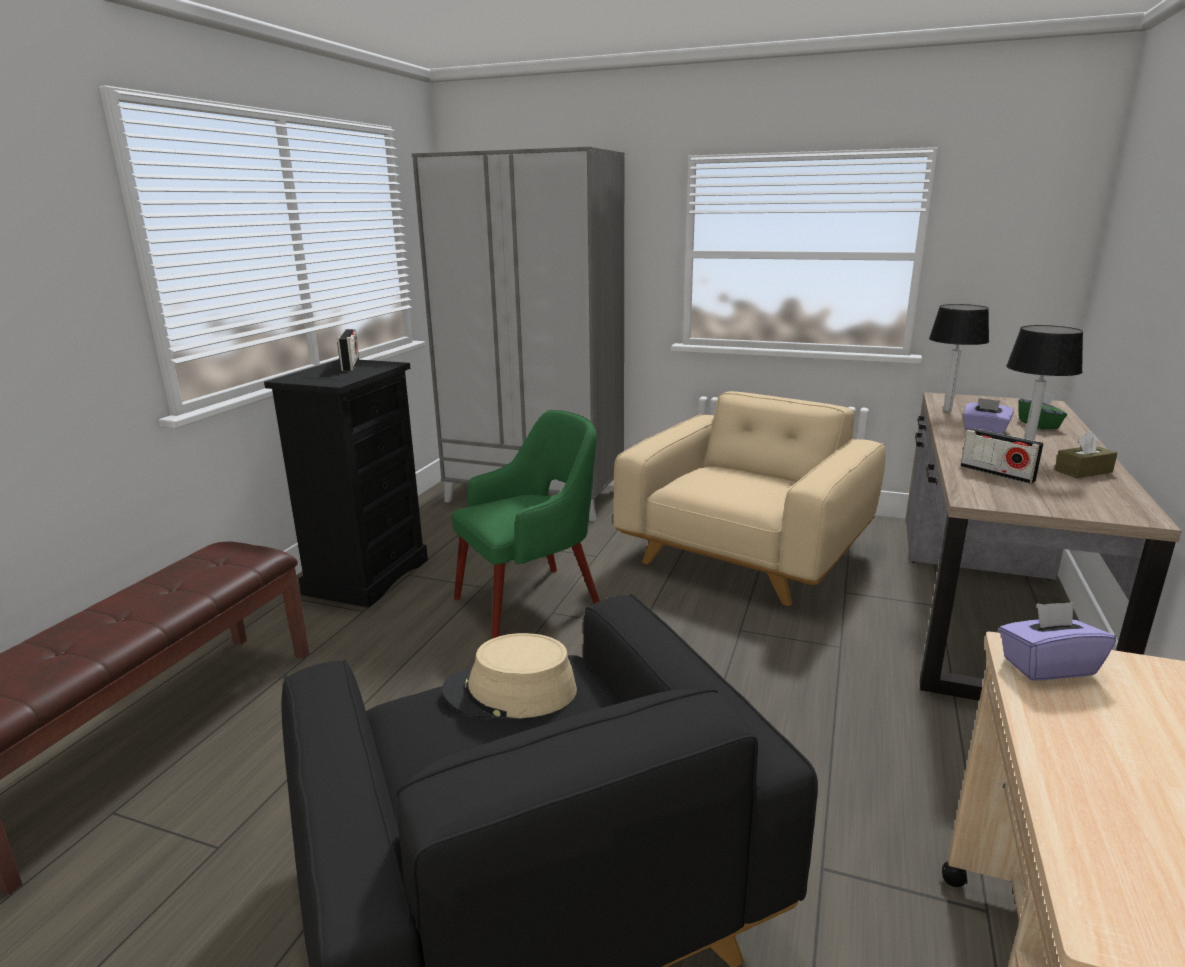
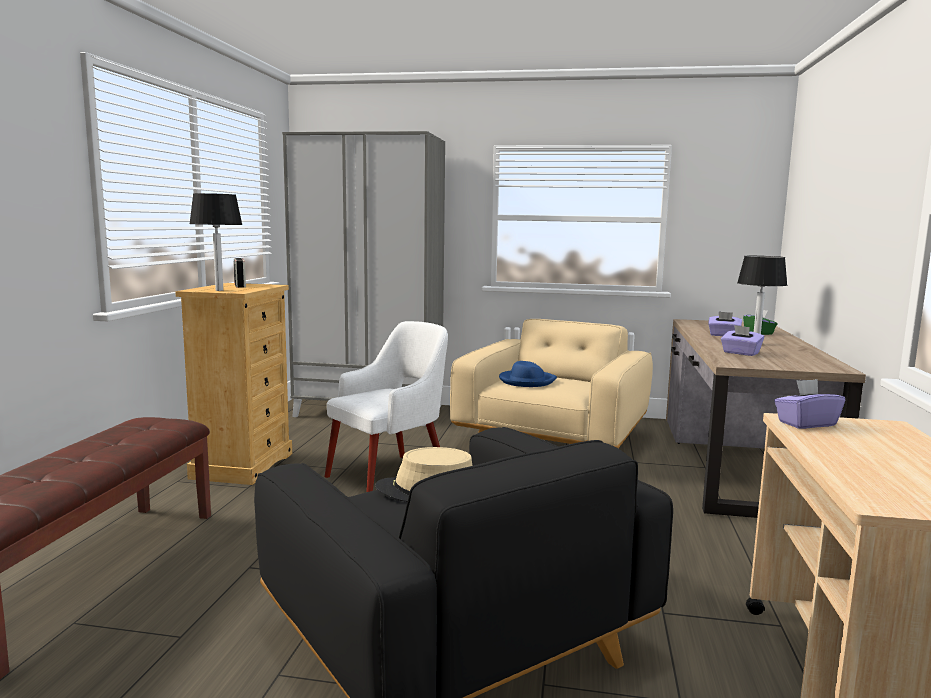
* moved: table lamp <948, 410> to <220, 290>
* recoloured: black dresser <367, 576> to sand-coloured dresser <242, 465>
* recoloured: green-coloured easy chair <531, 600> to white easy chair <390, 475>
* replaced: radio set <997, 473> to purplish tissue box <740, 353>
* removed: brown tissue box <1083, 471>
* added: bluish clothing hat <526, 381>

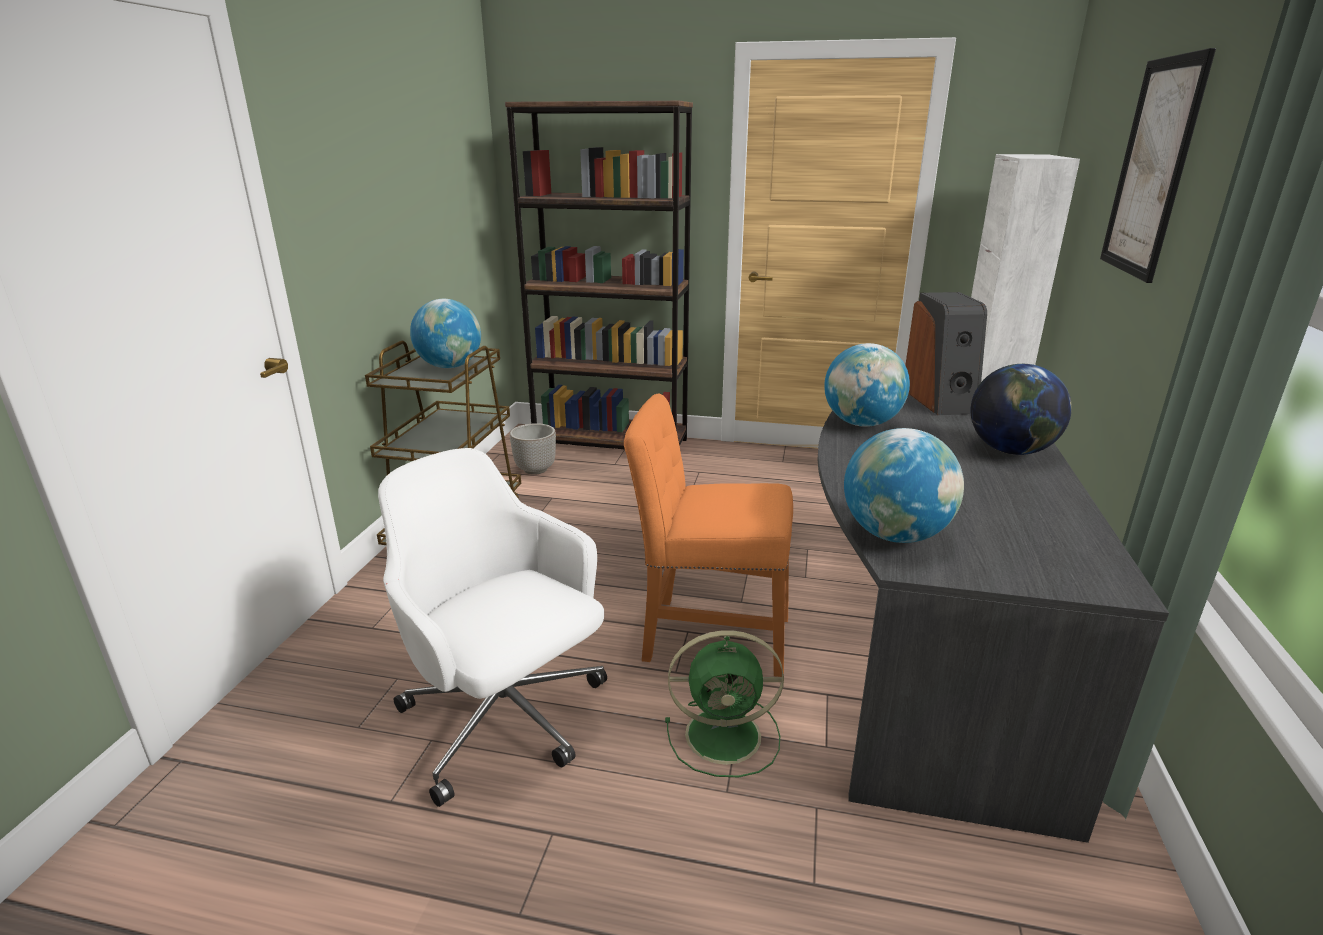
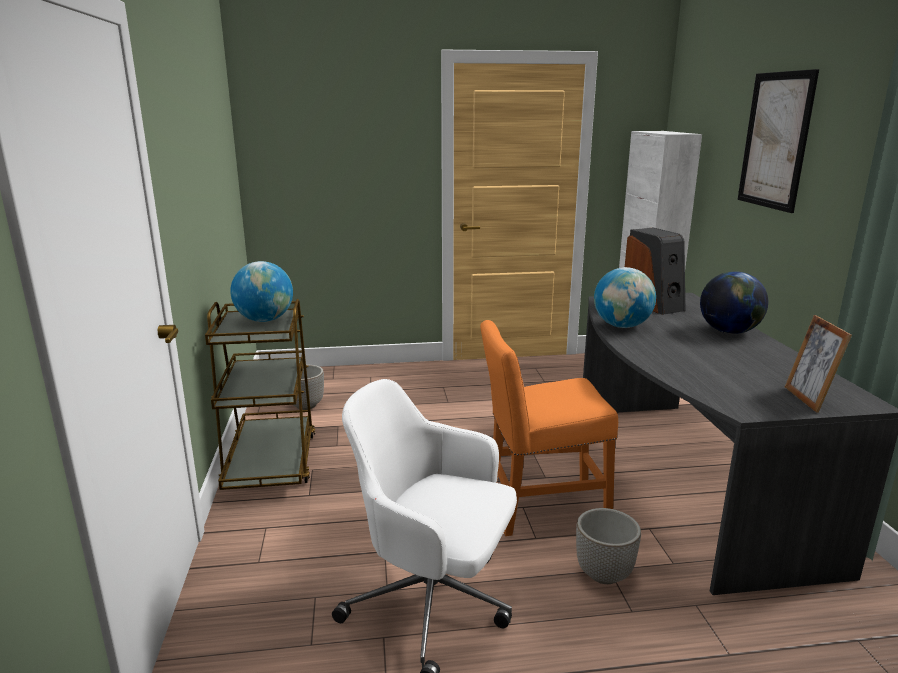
* removed: brown bookshelf <611, 444>
* removed: desk globe <895, 535>
* replaced: green-coloured fan <726, 735> to flower pot <604, 573>
* added: photo frame <808, 399>

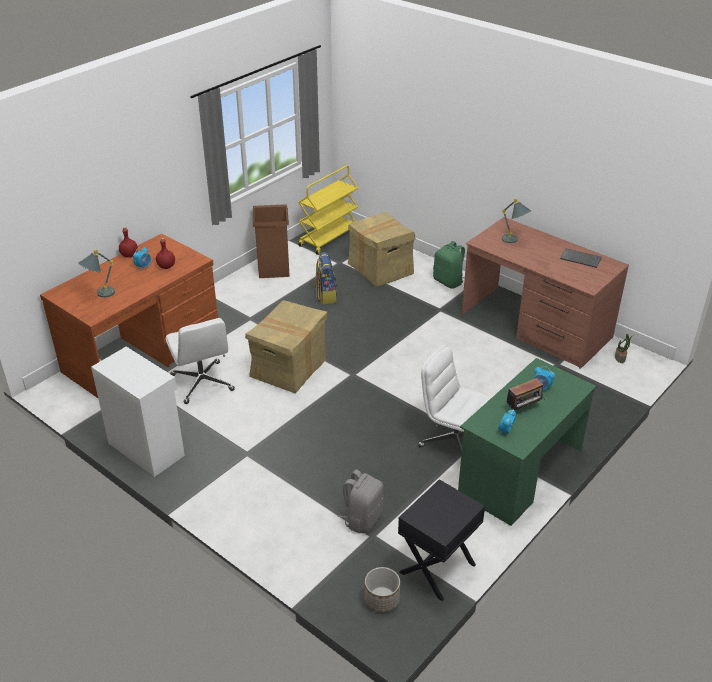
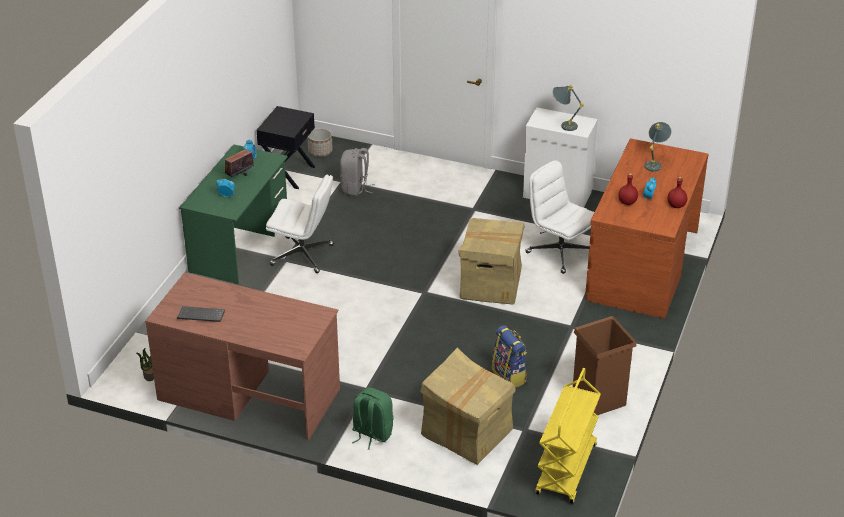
* moved: gray table lamp <514, 241> to <563, 125>

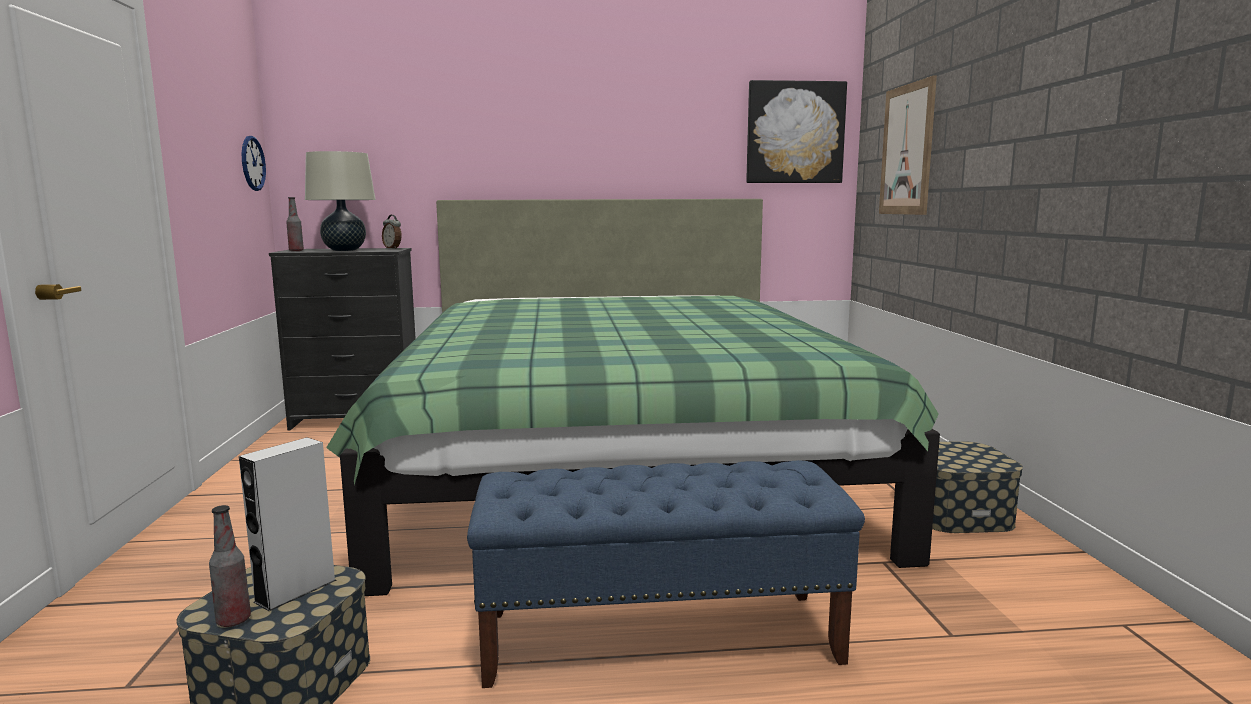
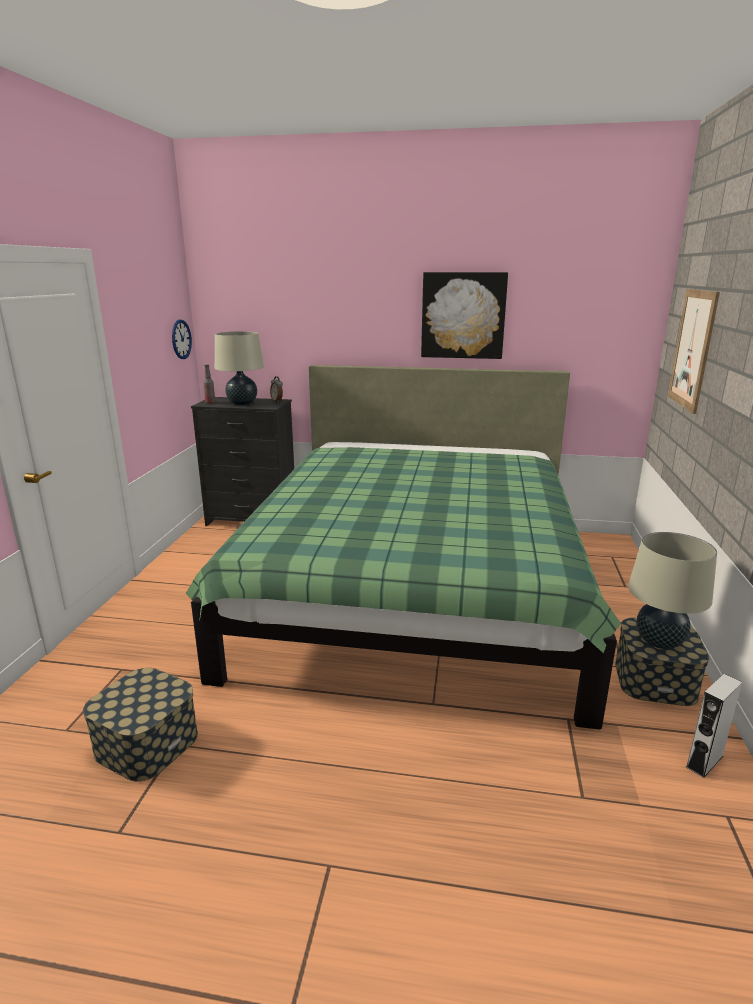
* moved: picture <795, 133> to <463, 315>
* moved: gray loudspeaker <295, 591> to <704, 761>
* removed: bluish long seat <660, 636>
* removed: bottle <233, 620>
* added: sand-coloured table lamp <659, 642>

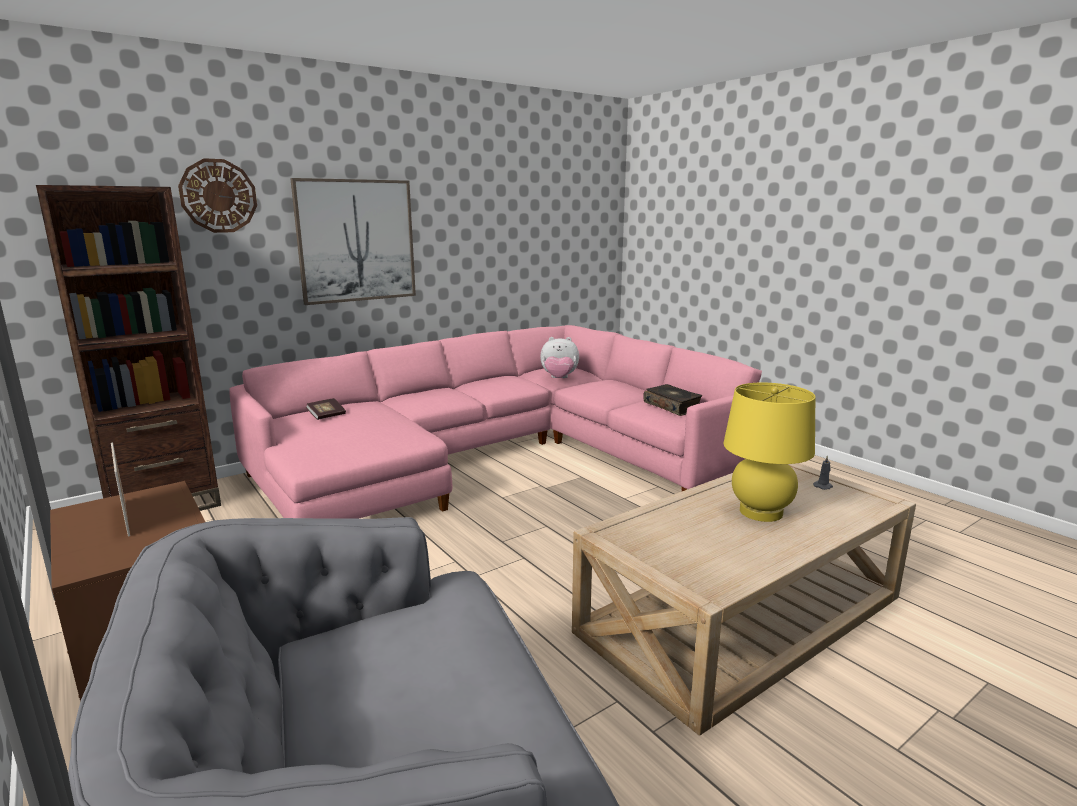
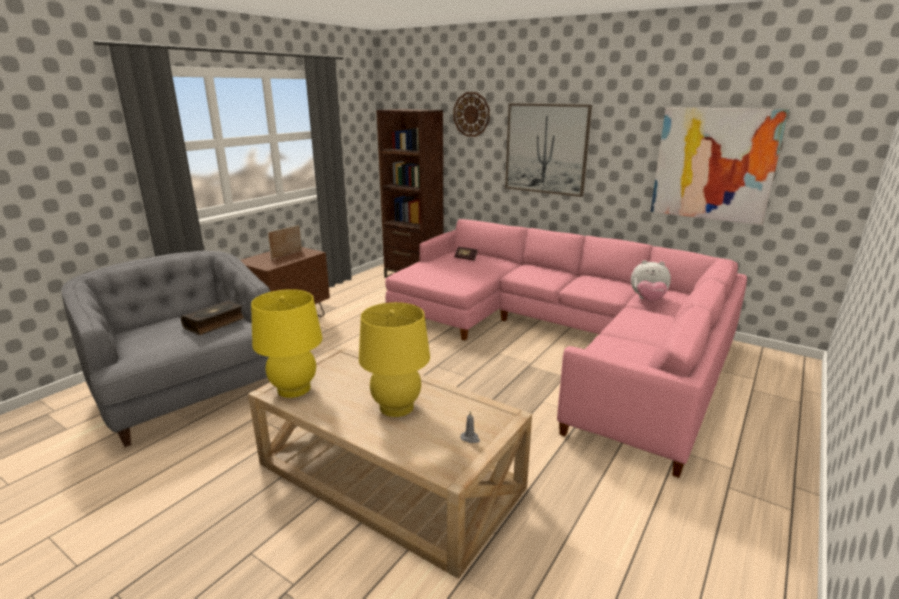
* turned: cuddly toy <559, 378> = <648, 300> 60 degrees counterclockwise
* moved: volume <672, 406> to <215, 323>
* added: picture <714, 164>
* added: yellowish table lamp <294, 389>

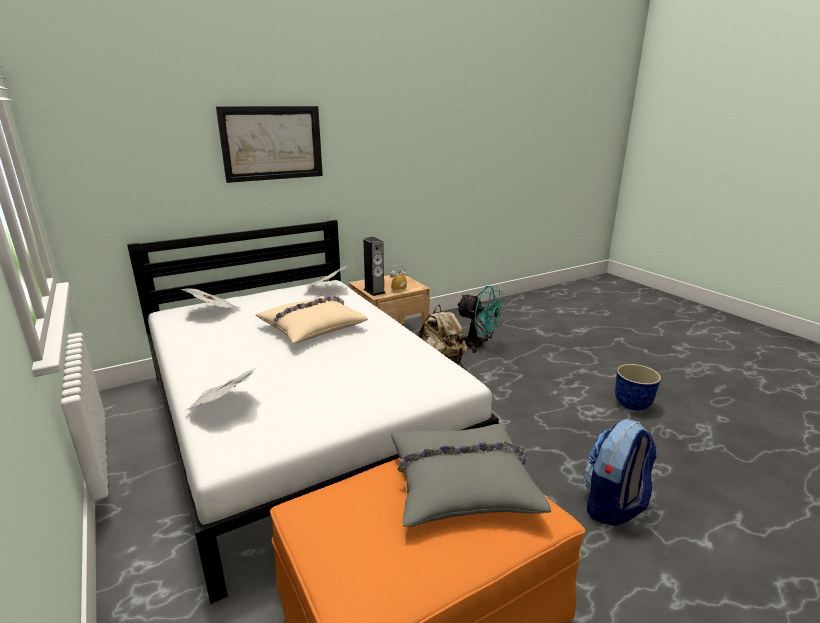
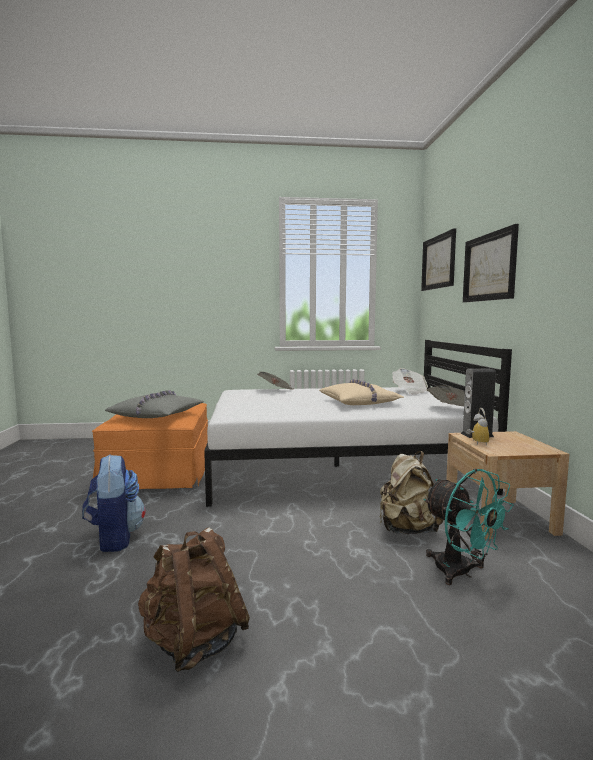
* turned: blue-green fan <478, 345> = <461, 573> 90 degrees counterclockwise
* replaced: flower pot <633, 404> to brown rucksack <193, 643>
* added: picture <438, 262>

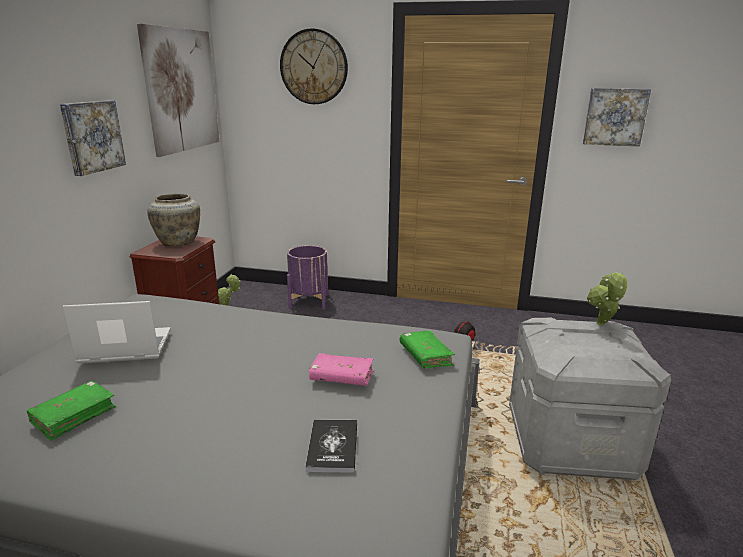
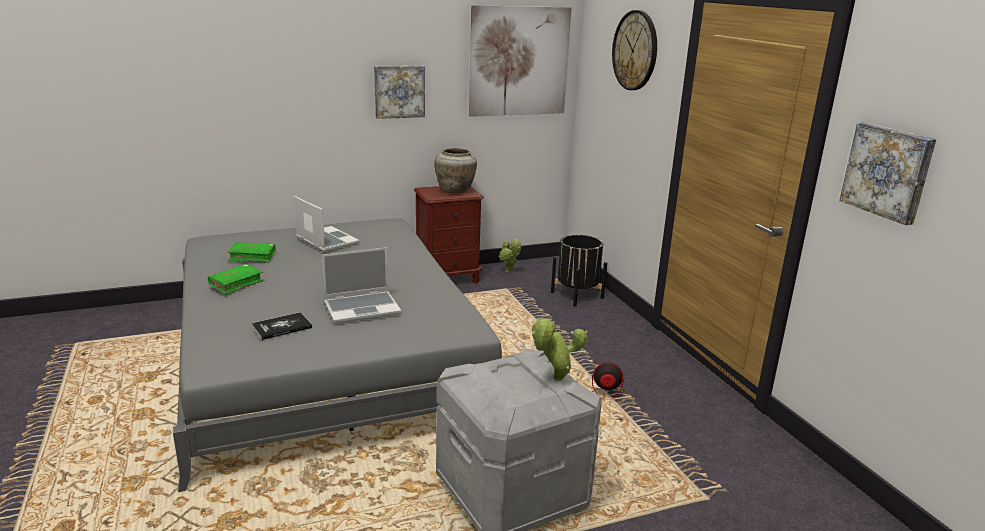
* recoloured: purplish flower pot <309, 301> to black flower pot <577, 295>
* moved: green-coloured volume <425, 356> to <236, 284>
* replaced: pinkish volume <341, 377> to portable computer <363, 308>

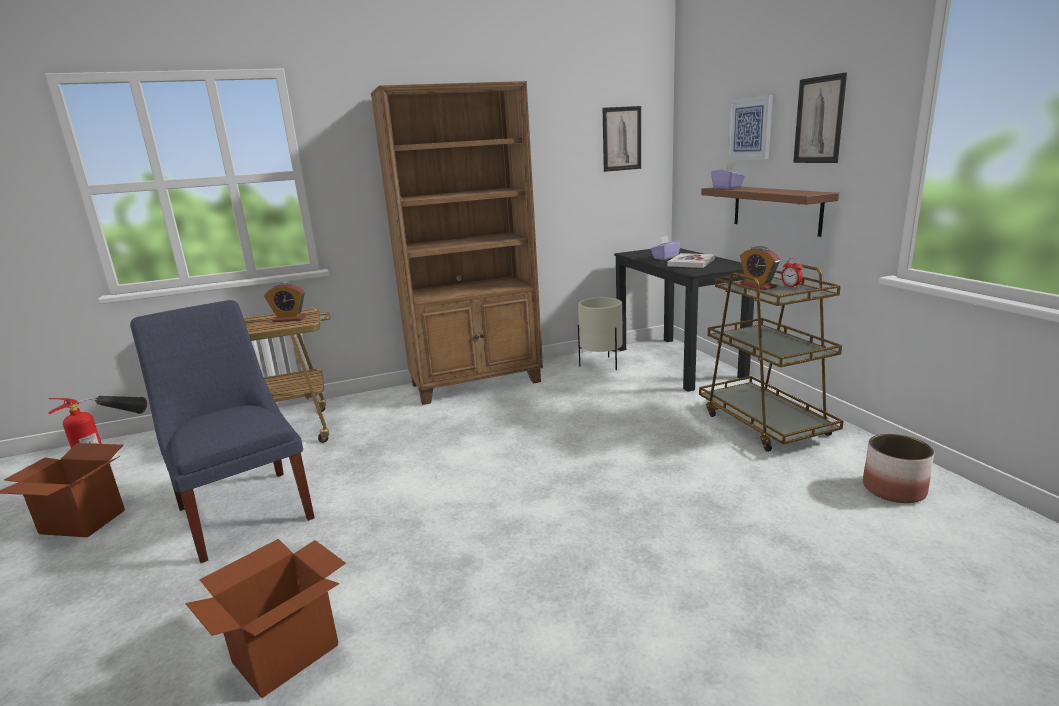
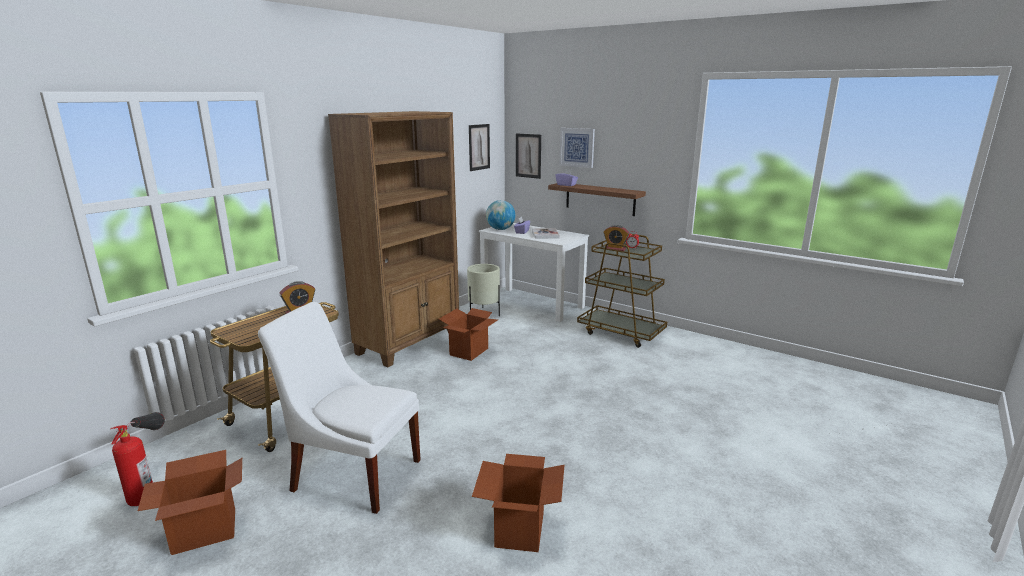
* moved: picture <819, 120> to <528, 155>
* recoloured: black desk unit <678, 362> to white desk unit <532, 304>
* recoloured: bluish chair <245, 509> to white chair <353, 472>
* removed: flower pot <894, 490>
* added: desk globe <500, 229>
* added: packing box <469, 352>

